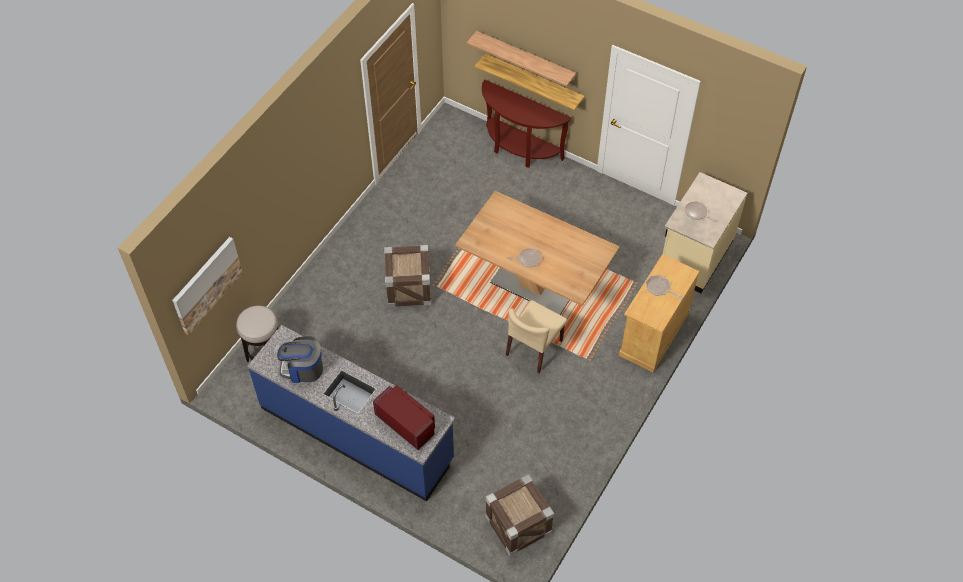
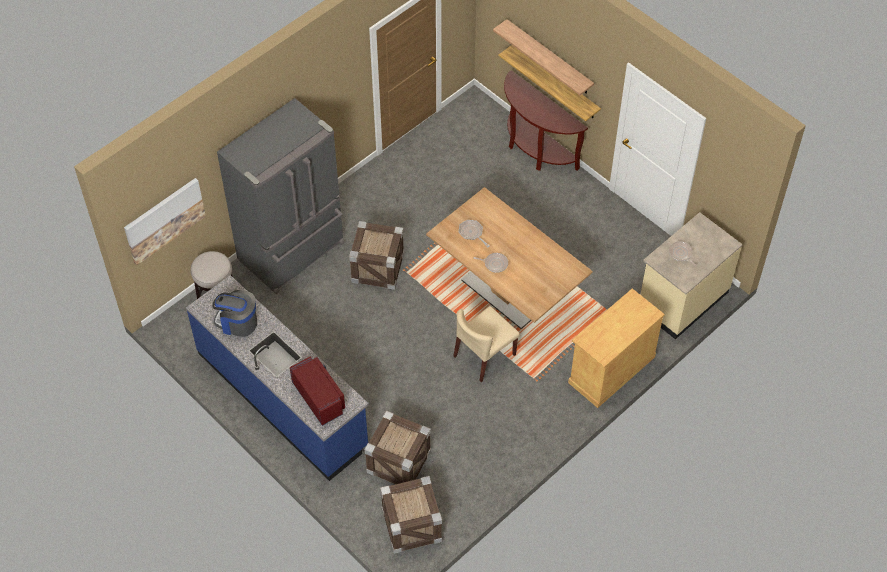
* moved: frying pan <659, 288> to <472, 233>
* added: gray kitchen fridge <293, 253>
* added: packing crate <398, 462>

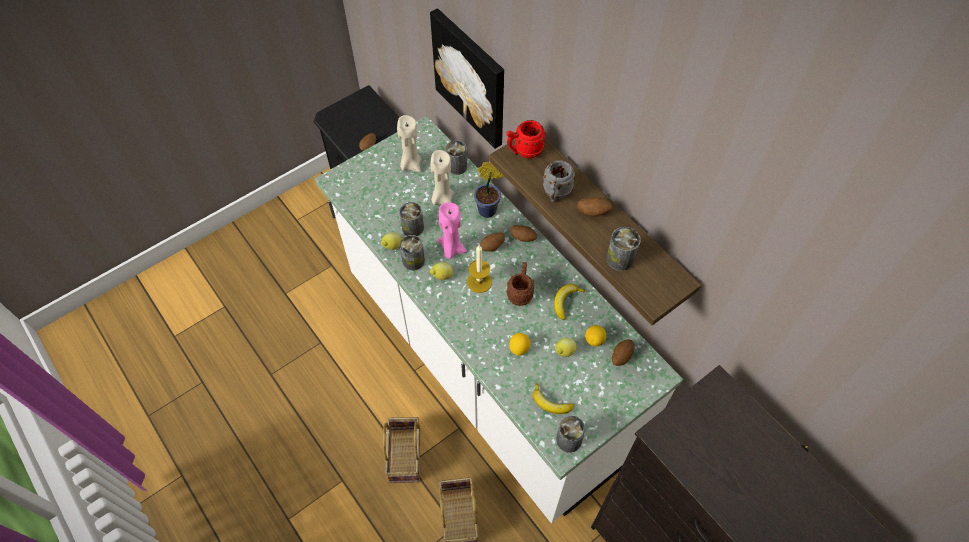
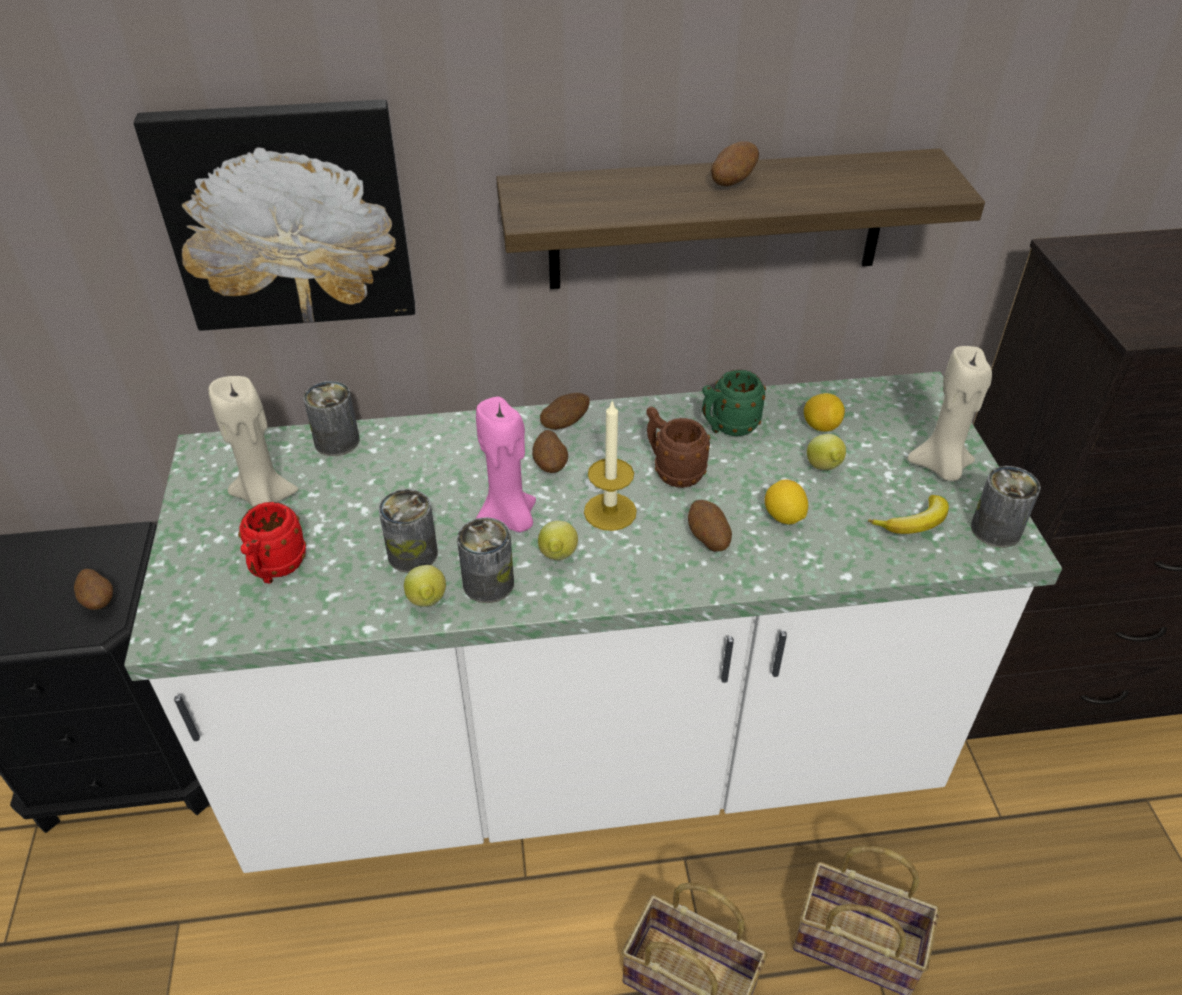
* moved: reddish mug <524, 151> to <275, 569>
* moved: sand-coloured wax candle <442, 198> to <940, 467>
* removed: gray mug <555, 194>
* removed: houseplant <489, 210>
* removed: metal can <620, 259>
* replaced: banana <566, 301> to green-coloured mug <727, 427>
* moved: whole potato <621, 356> to <708, 539>

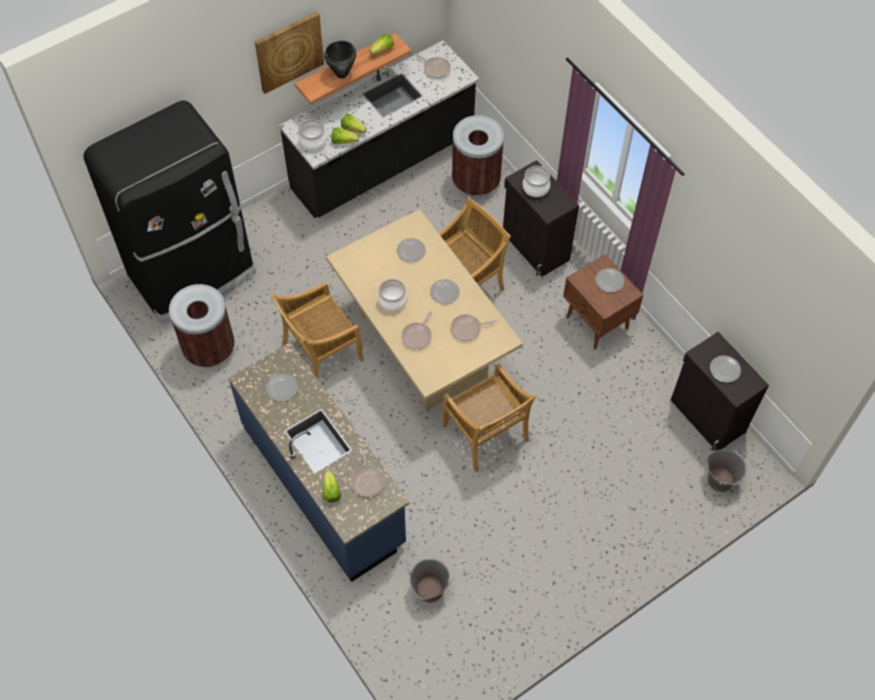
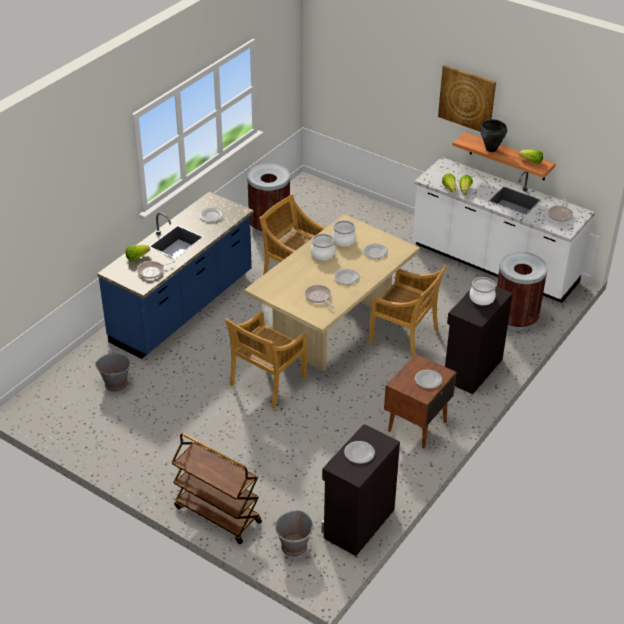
* recoloured: black kitchen base unit <383, 164> to white kitchen base unit <493, 265>
* removed: black kitchen fridge <193, 274>
* moved: stockpot <313, 141> to <343, 240>
* removed: frying pan <417, 336>
* added: brown trolley <217, 515>

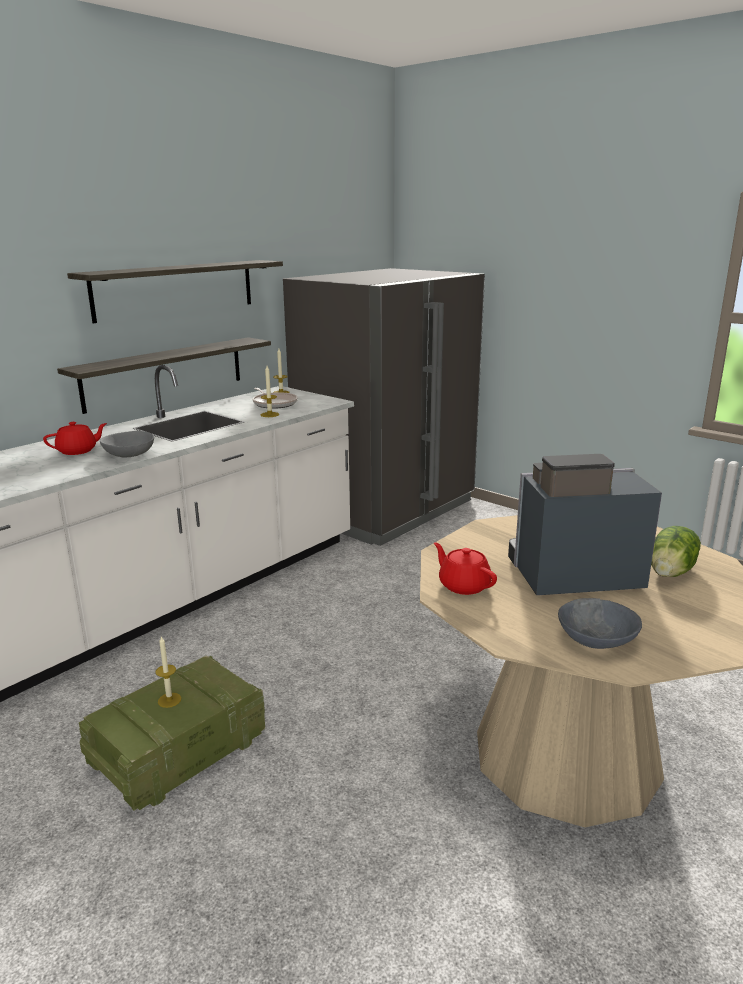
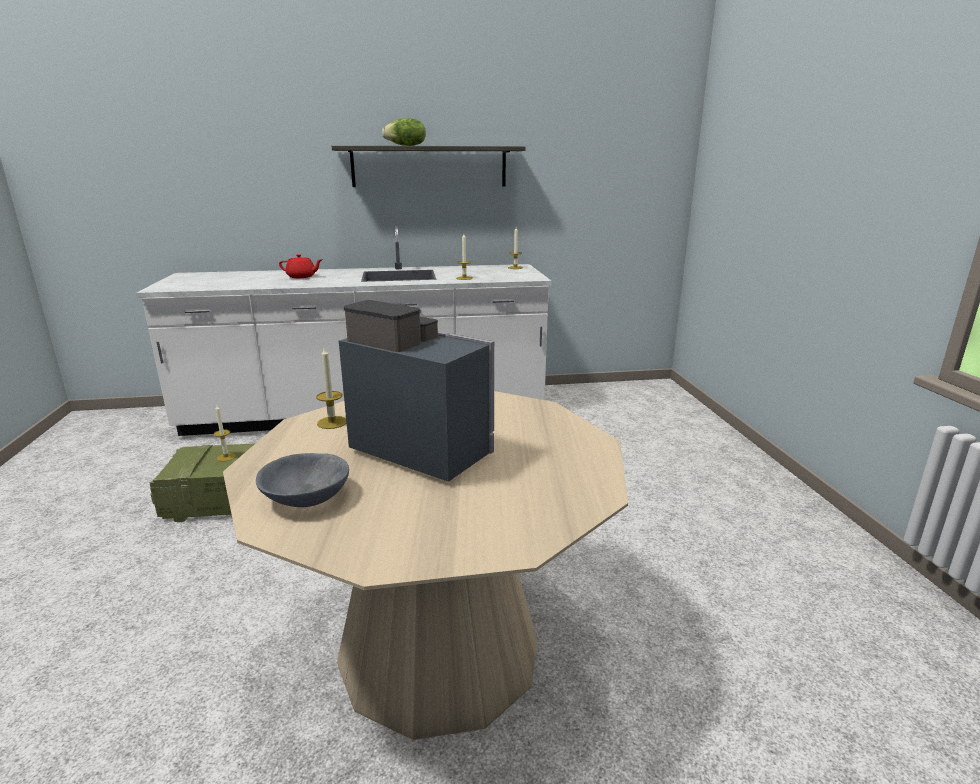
* removed: gray kitchen fridge <387, 509>
* removed: wall shelf <165, 373>
* removed: frying pan <274, 403>
* removed: gray deep dish <129, 454>
* moved: lettuce <671, 572> to <406, 145>
* replaced: reddish teapot <463, 585> to wax candle <332, 422>

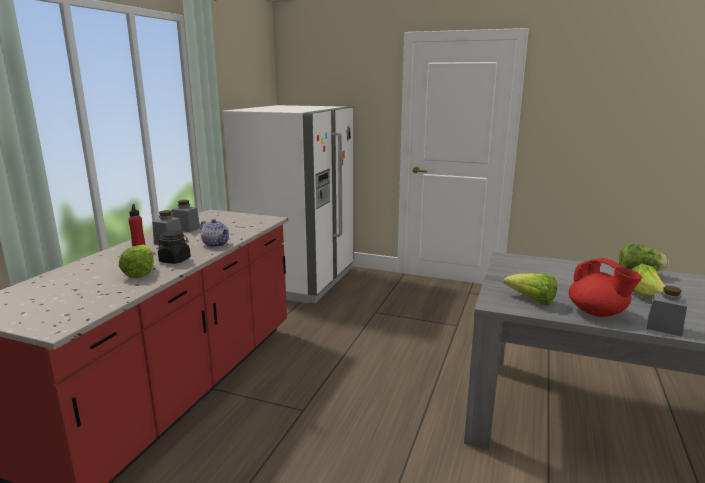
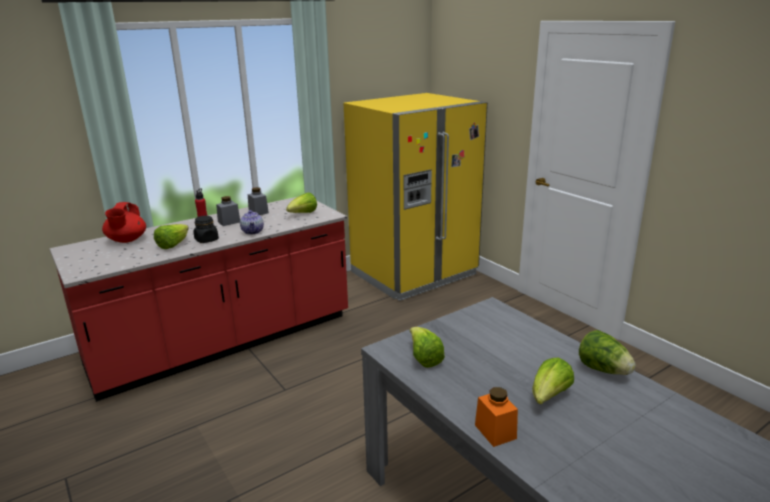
* recoloured: white kitchen fridge <299, 280> to yellowish kitchen fridge <414, 273>
* moved: reddish teapot <597, 313> to <126, 240>
* recoloured: gray storage jar <664, 327> to orange storage jar <495, 432>
* added: lettuce <303, 214>

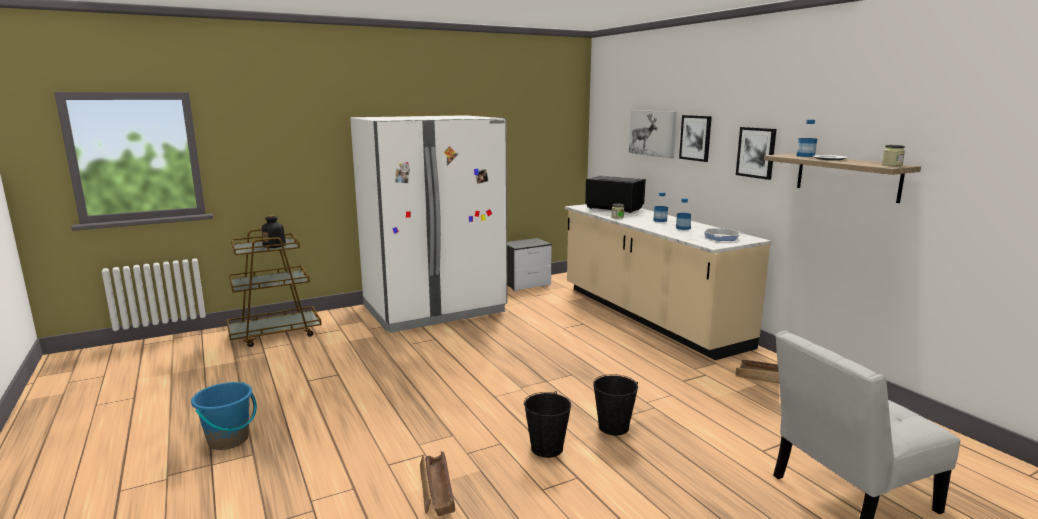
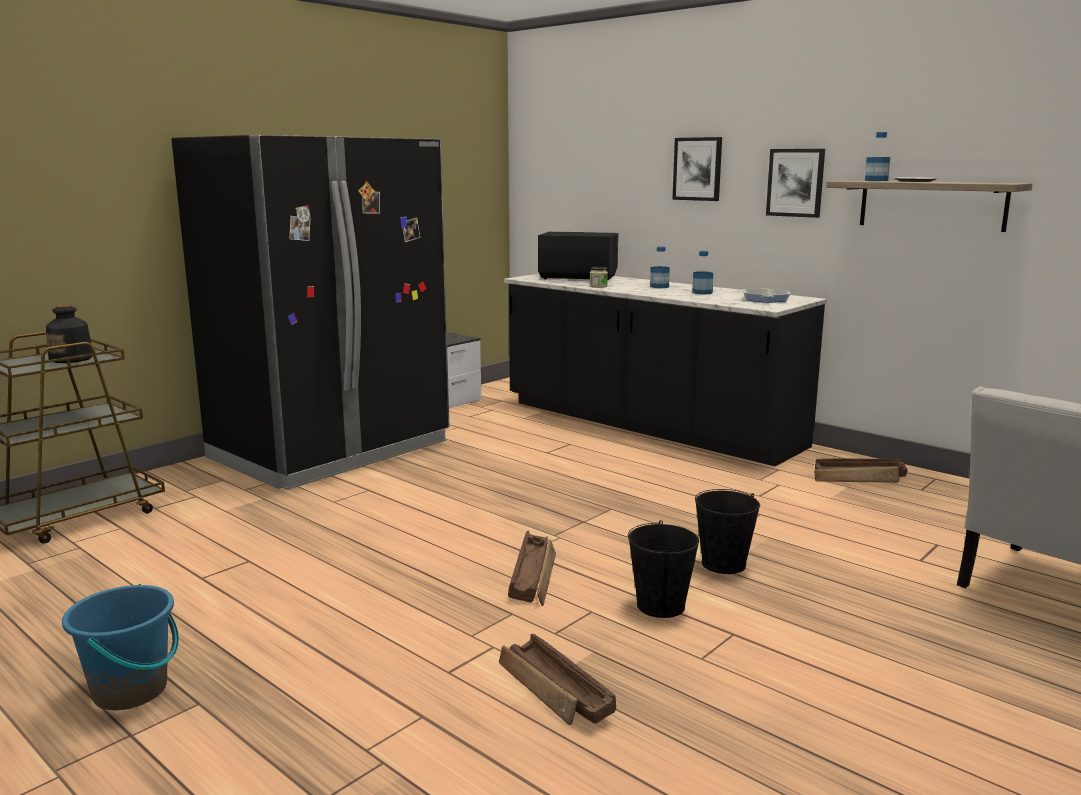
* removed: picture <653, 133>
* recoloured: white kitchen fridge <434, 309> to black kitchen fridge <331, 450>
* removed: storage jar <891, 165>
* recoloured: sand-coloured kitchen base unit <648, 316> to black kitchen base unit <648, 425>
* added: packing crate <533, 576>

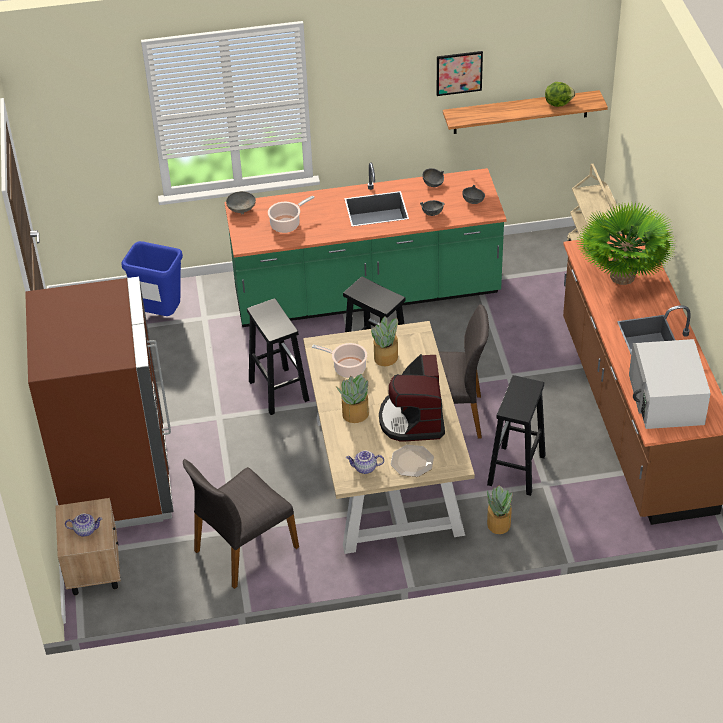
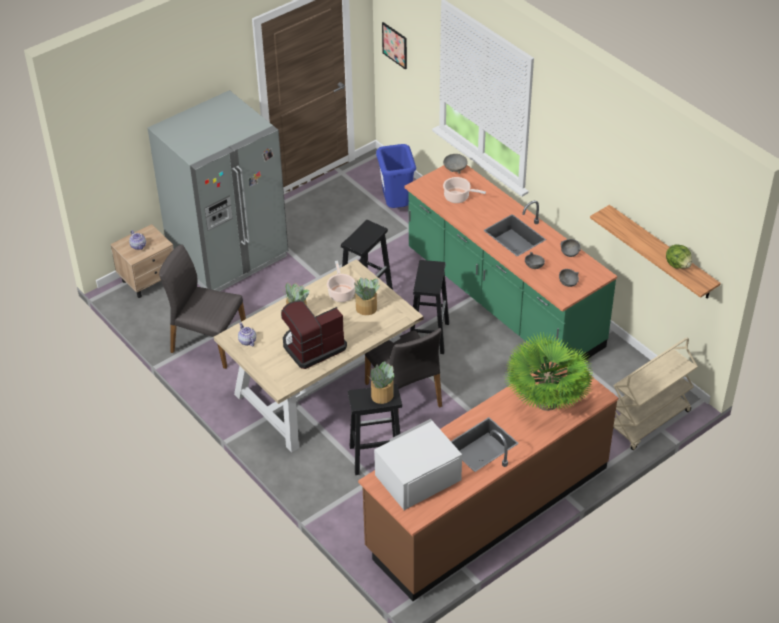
* moved: picture <459, 73> to <395, 45>
* recoloured: brown kitchen fridge <117, 481> to gray kitchen fridge <228, 256>
* removed: flat dish <412, 462>
* moved: houseplant <498, 524> to <381, 396>

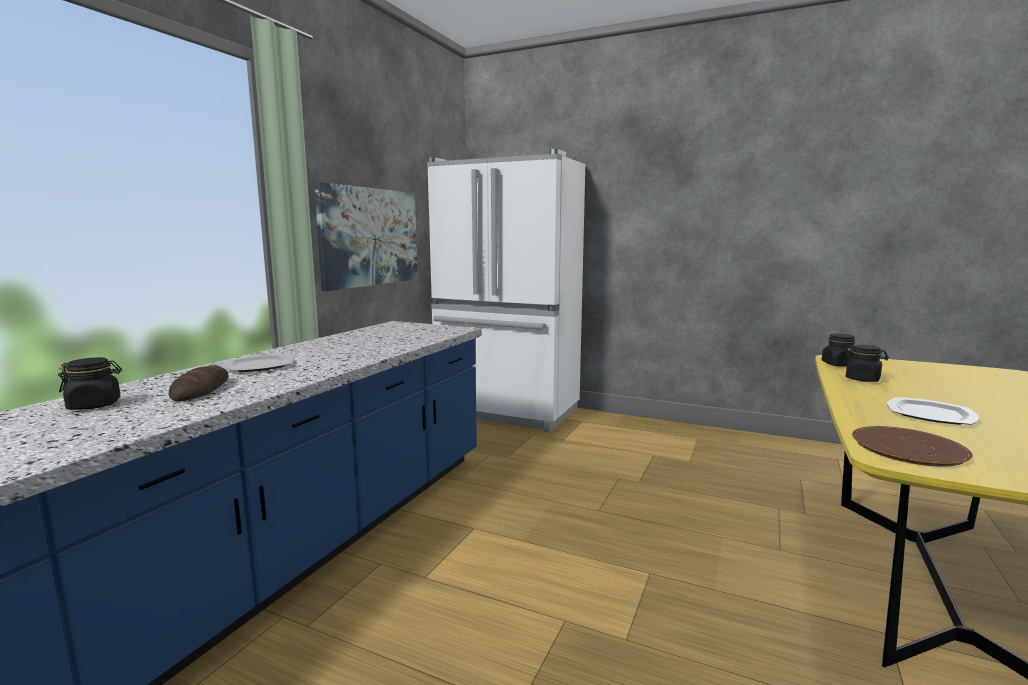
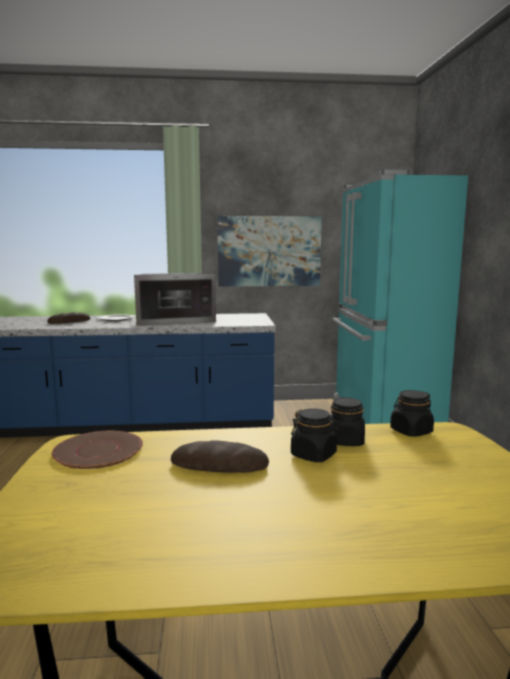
* recoloured: white kitchen fridge <507, 412> to blue-green kitchen fridge <381, 417>
* moved: black storage jar <95, 405> to <313, 455>
* replaced: flat dish <931, 414> to bread <219, 465>
* added: microwave oven <174, 320>

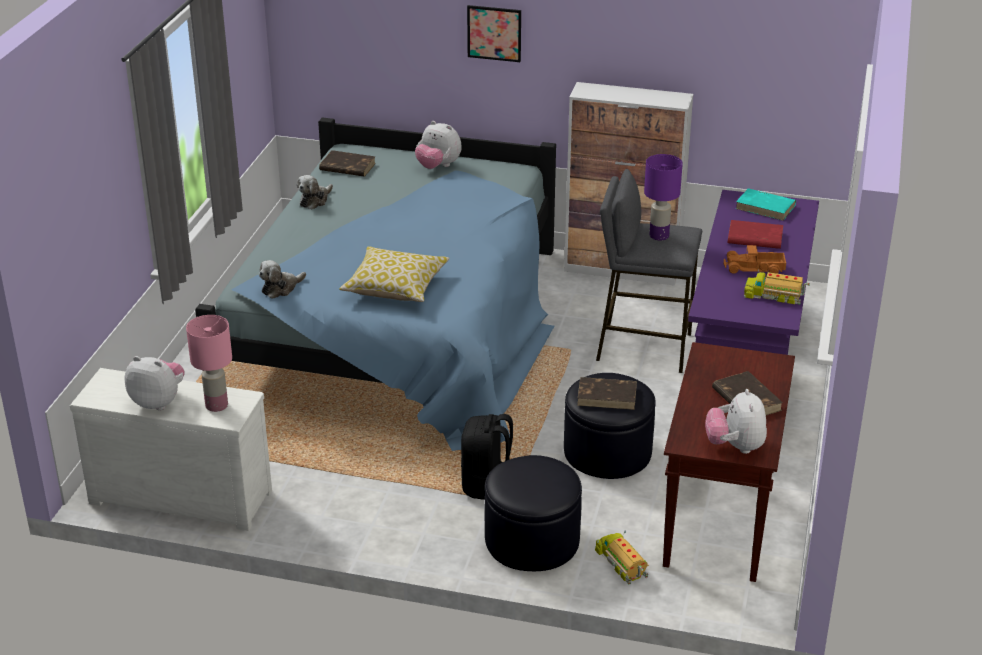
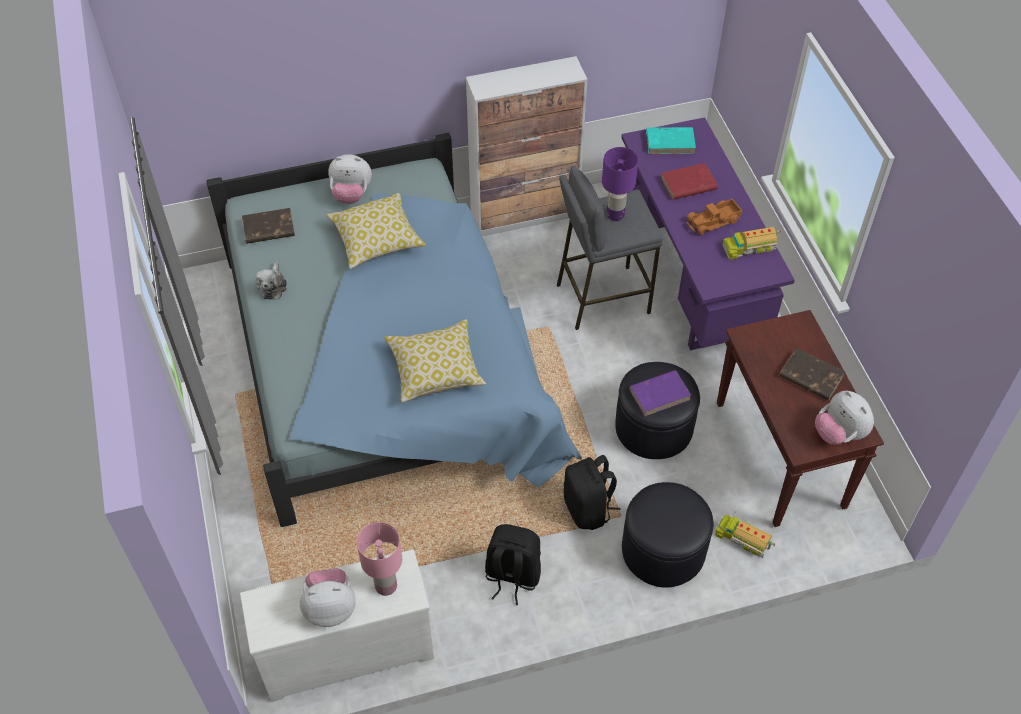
* removed: picture <494, 33>
* removed: cuddly toy <281, 288>
* recoloured: brown volume <607, 396> to purplish volume <660, 394>
* added: throw pillow <376, 240>
* added: black rucksack <512, 576>

